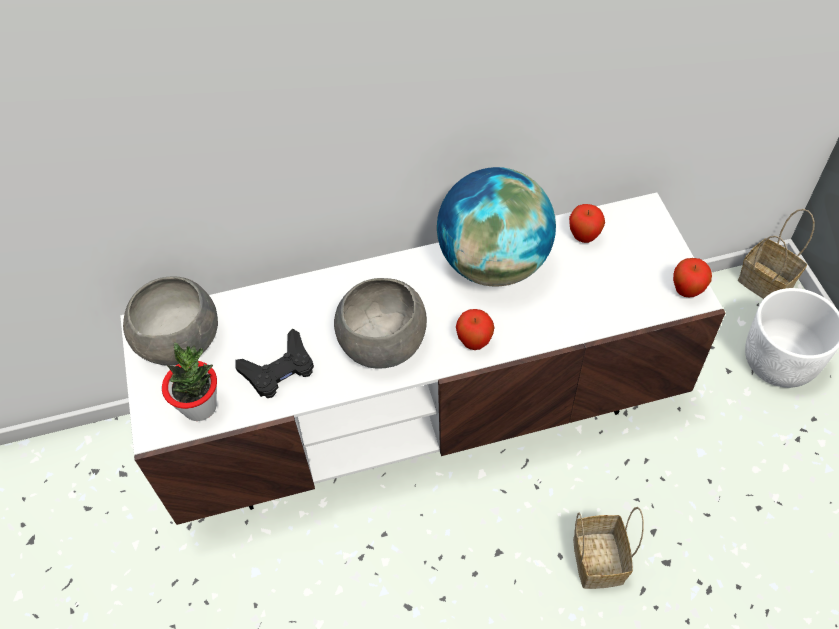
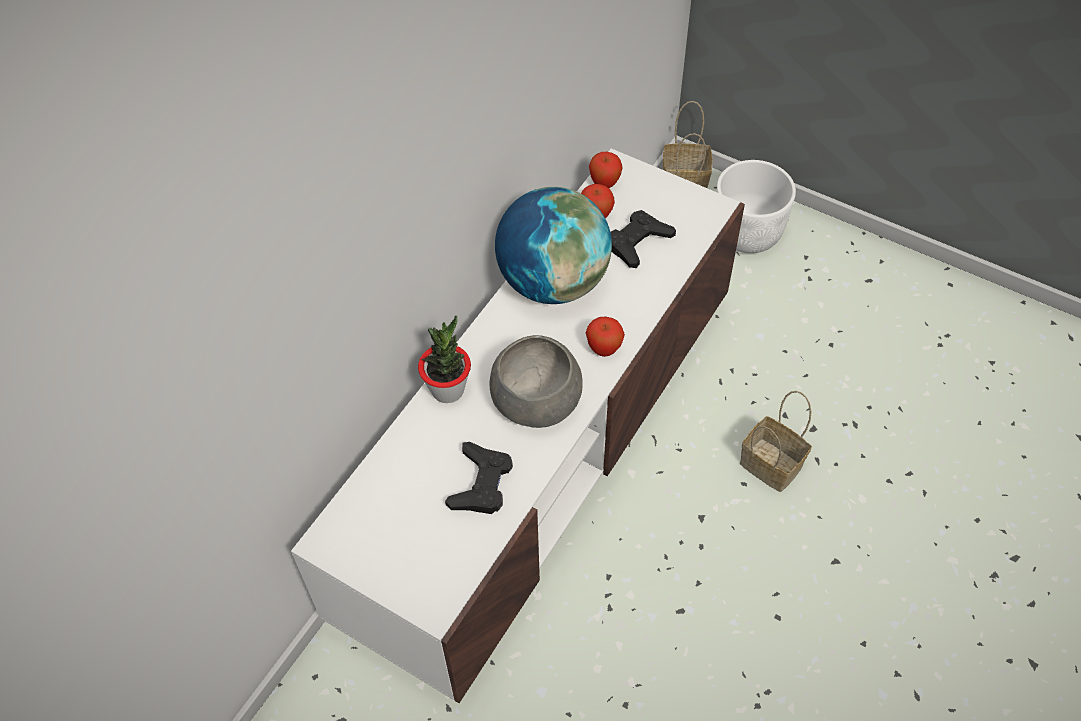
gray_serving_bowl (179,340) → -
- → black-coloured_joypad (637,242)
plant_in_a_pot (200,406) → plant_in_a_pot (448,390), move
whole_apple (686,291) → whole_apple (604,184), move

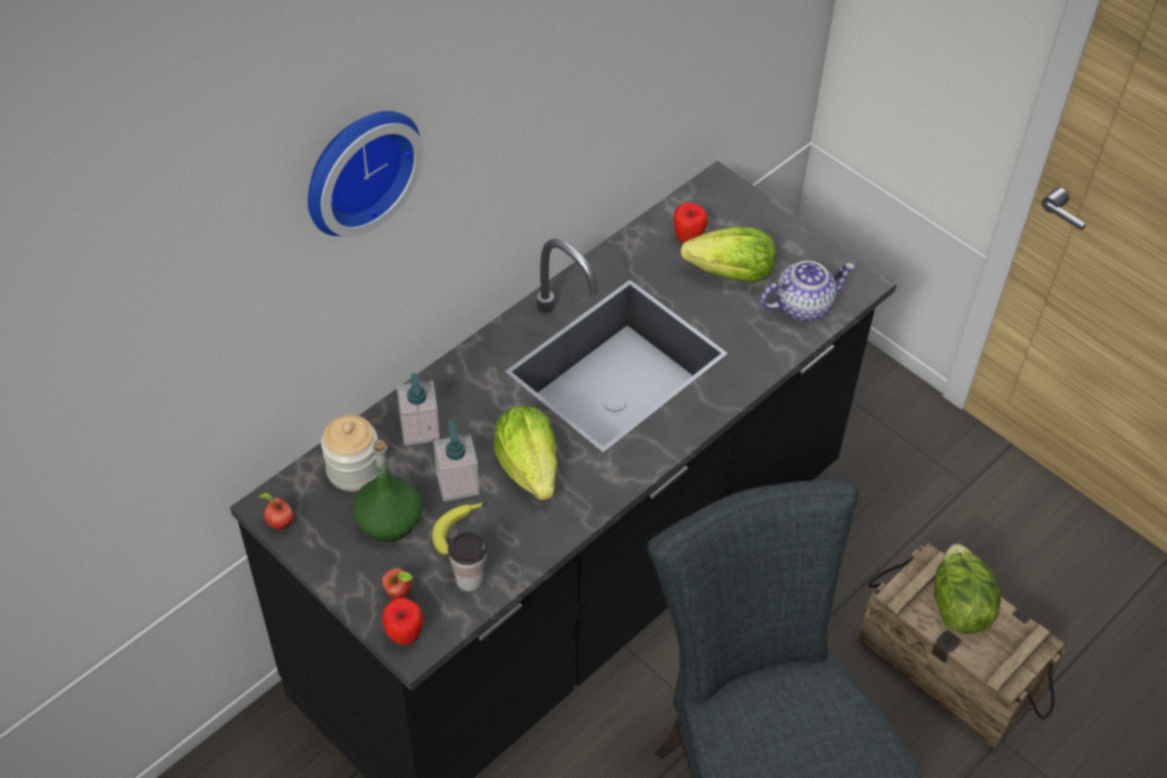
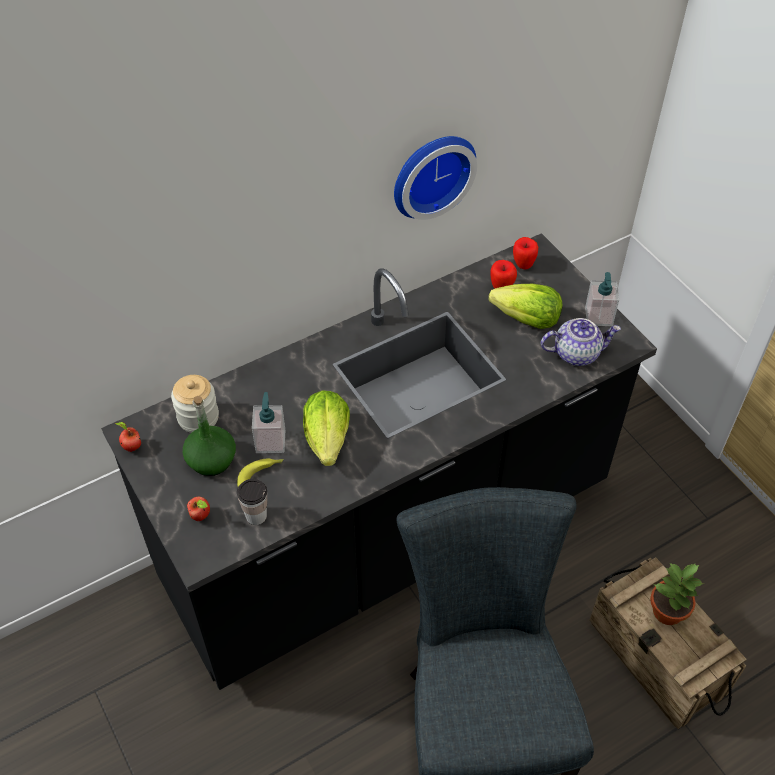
wall_clock (356,167) → wall_clock (430,173), move
whole_apple (404,636) → whole_apple (523,265), move
soap_bottle (420,429) → soap_bottle (598,316), move
lettuce_head (958,606) → plant_in_a_pot (666,611)

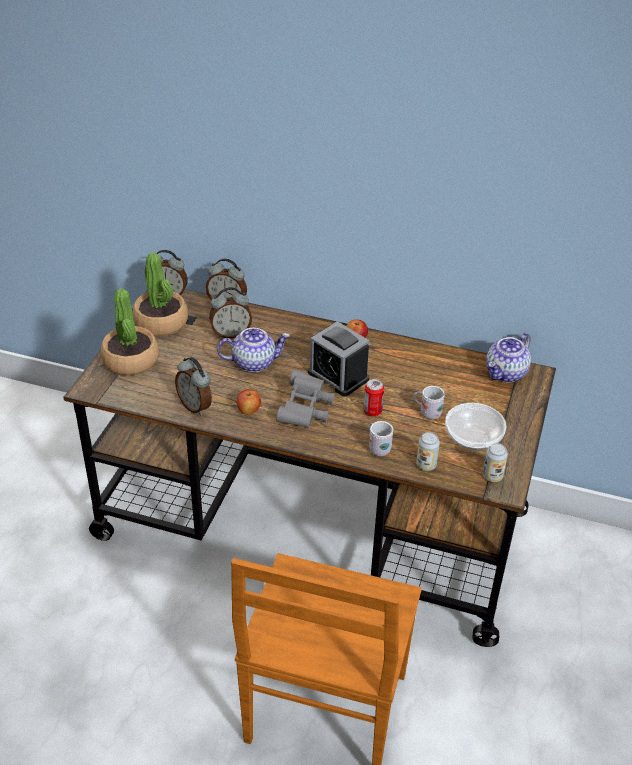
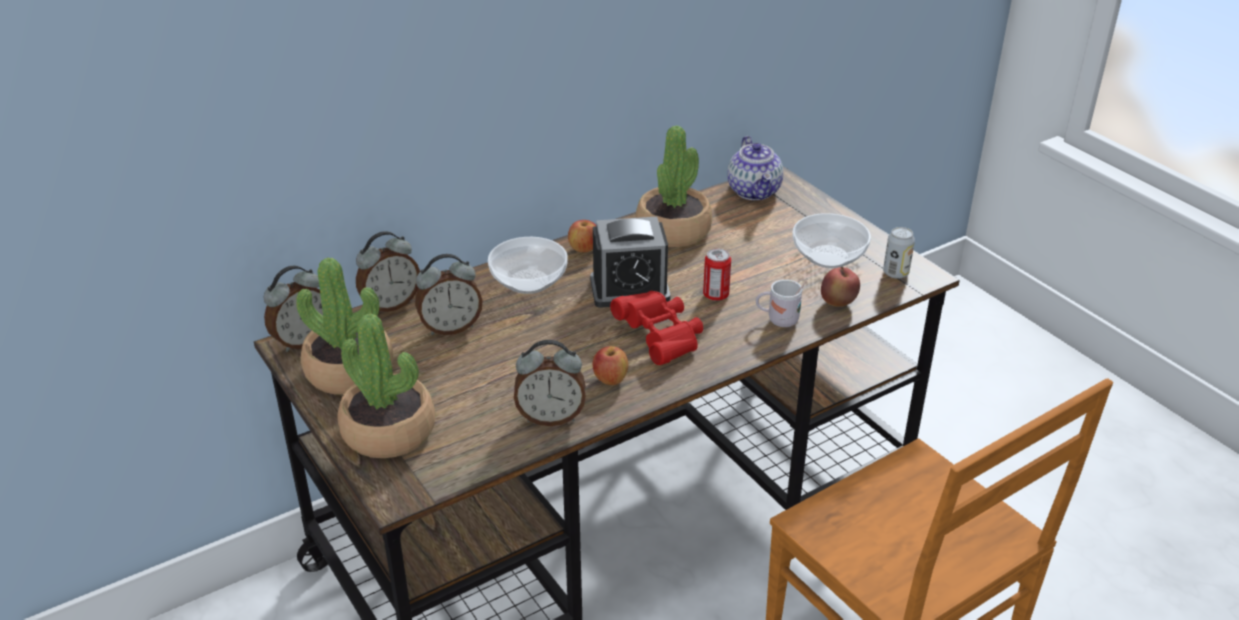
tea_pot (254,362) → -
white-coloured_mug (427,413) → -
- → serving_bowl (529,282)
- → plant_in_a_pot (673,231)
can (426,465) → whole_apple (838,303)
gray_pair_of_binoculars (305,410) → red-coloured_pair_of_binoculars (660,339)
table_clock (231,334) → table_clock (451,327), 45 degrees clockwise

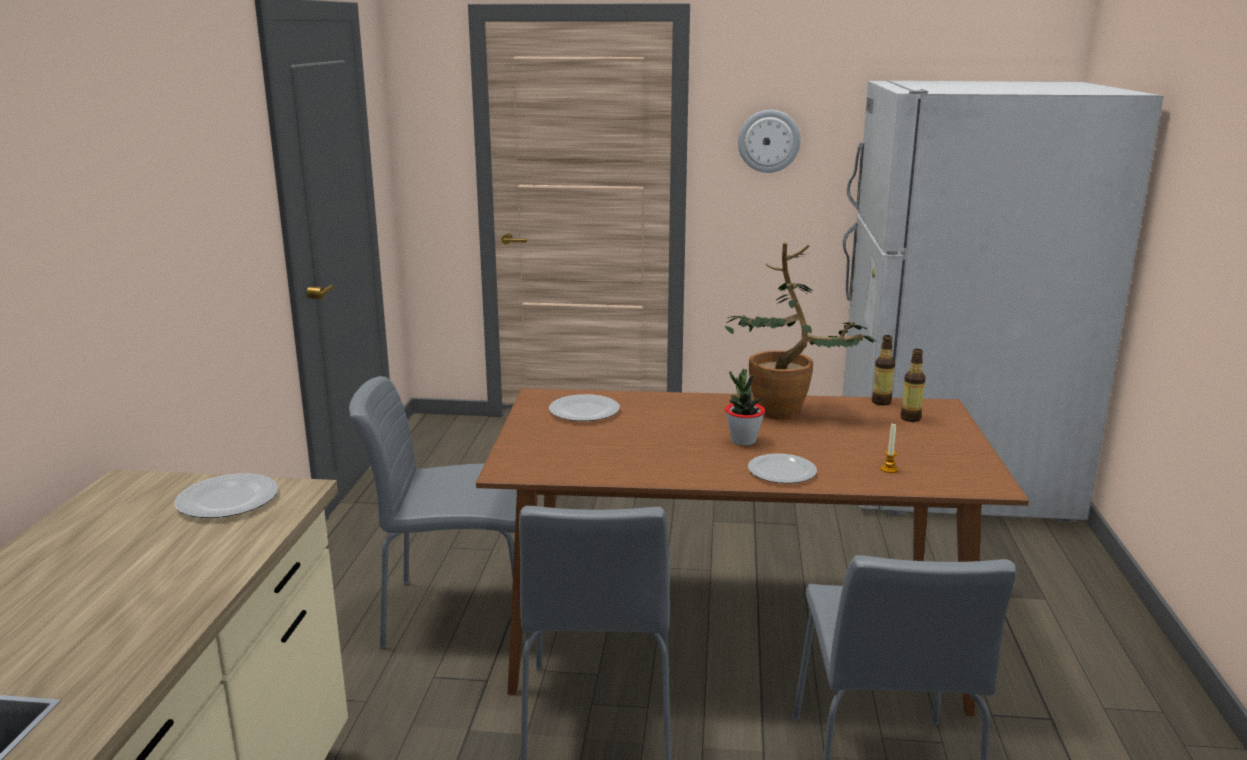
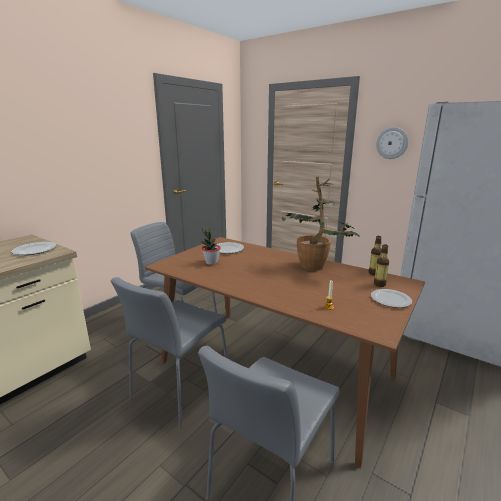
plant_in_a_pot (743,441) → plant_in_a_pot (211,262), move
dinner_plate (781,472) → dinner_plate (390,300), move

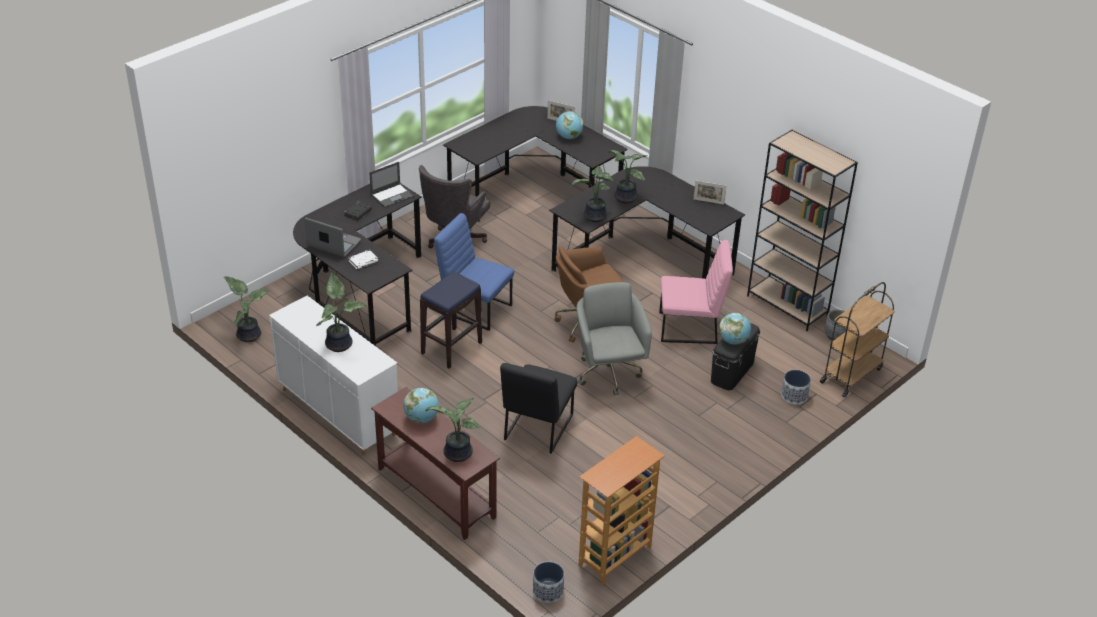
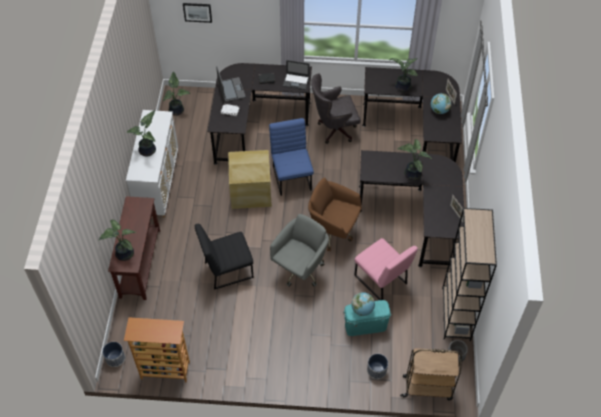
globe (421,418) → -
- → wall_picture (197,12)
plant_in_a_pot (594,217) → plant_in_a_pot (402,87), move
stool (451,348) → beige-coloured_storage_bin (250,191)
black-coloured_storage_bin (732,372) → turquoise-coloured_storage_bin (365,326)

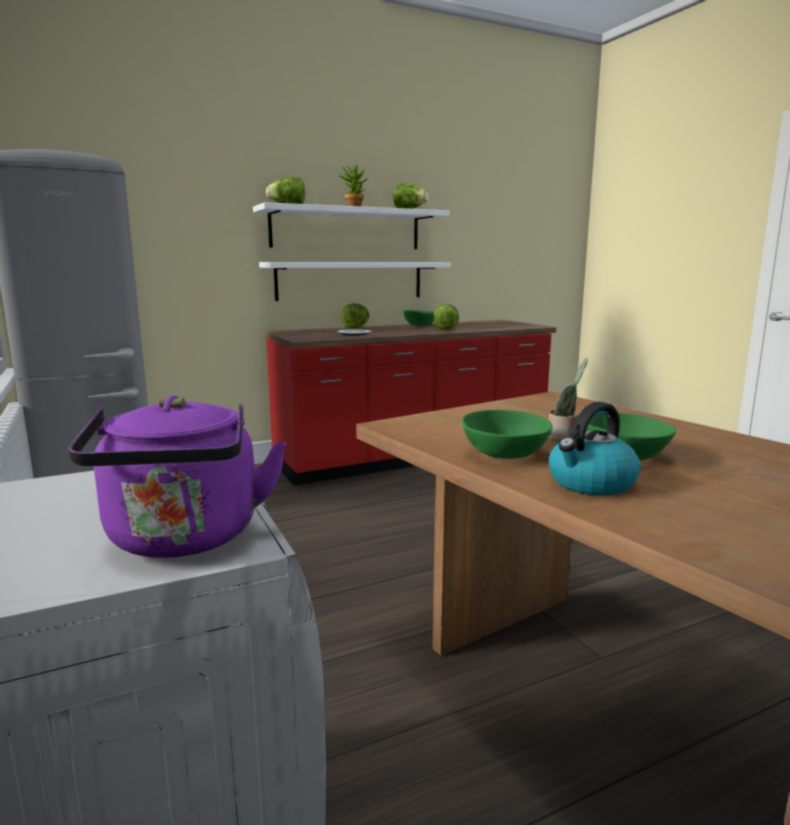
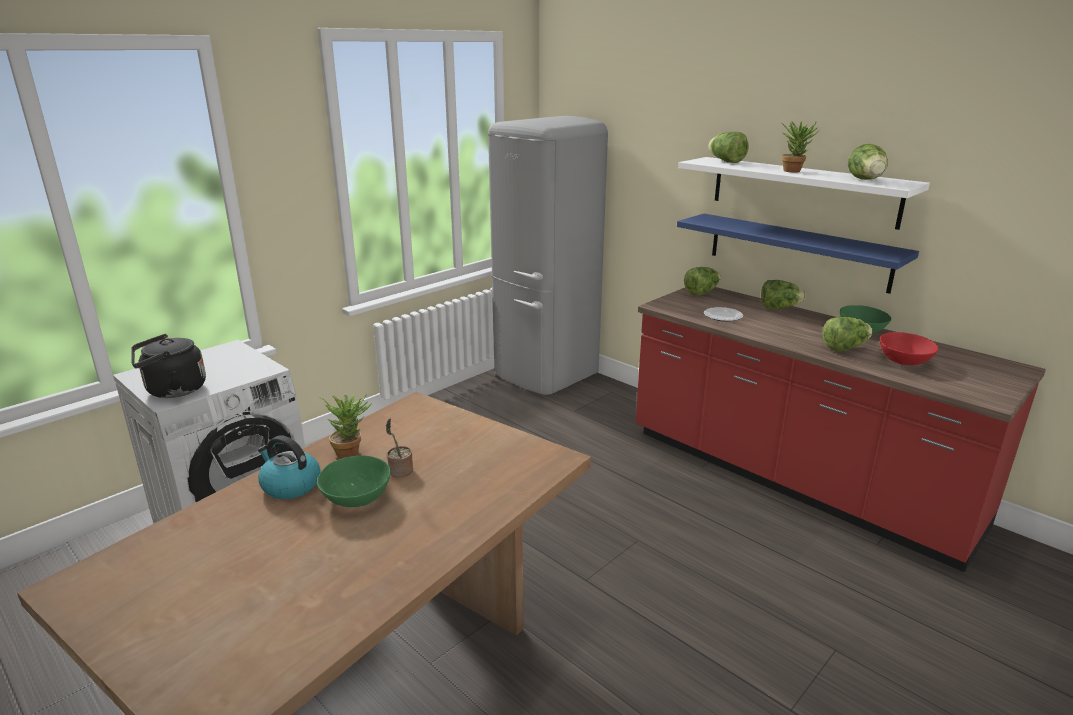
- → lettuce_head (701,293)
- → red-coloured_serving_bowl (904,361)
green-coloured_serving_bowl (506,454) → plant_in_a_pot (351,451)
purplish_water_kettle (184,540) → black-coloured_water_kettle (172,391)
white-coloured_bracket_shelf (350,280) → blue_bracket_shelf (797,251)

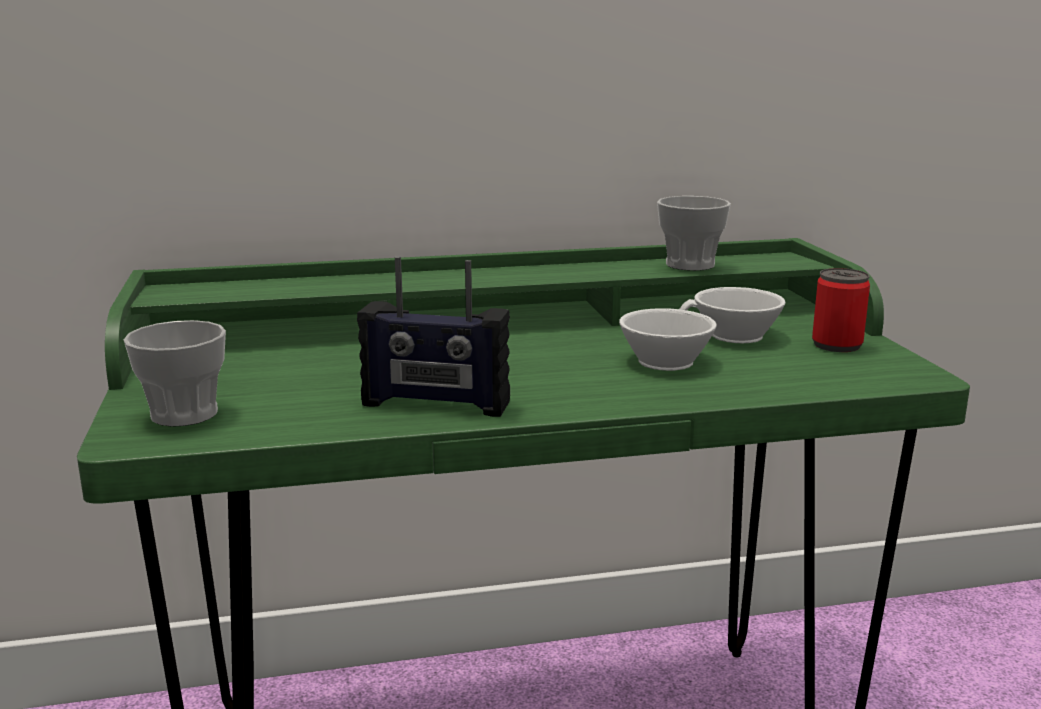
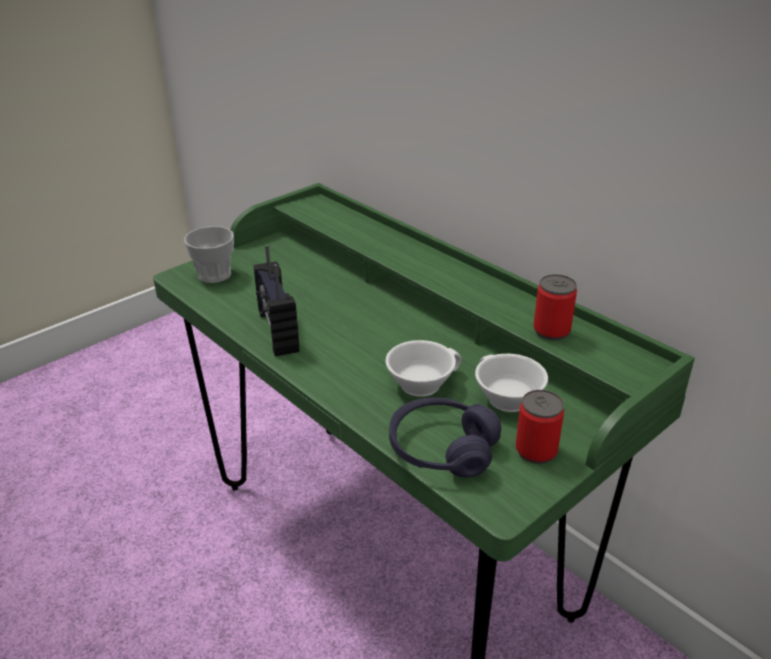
- → purplish_headset (442,449)
drinking_cup (690,264) → can (551,331)

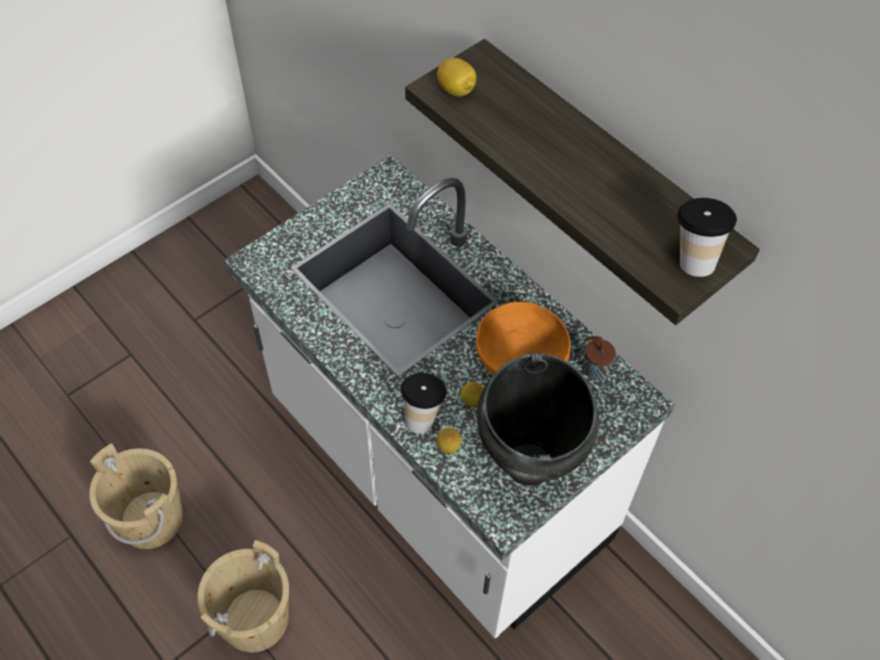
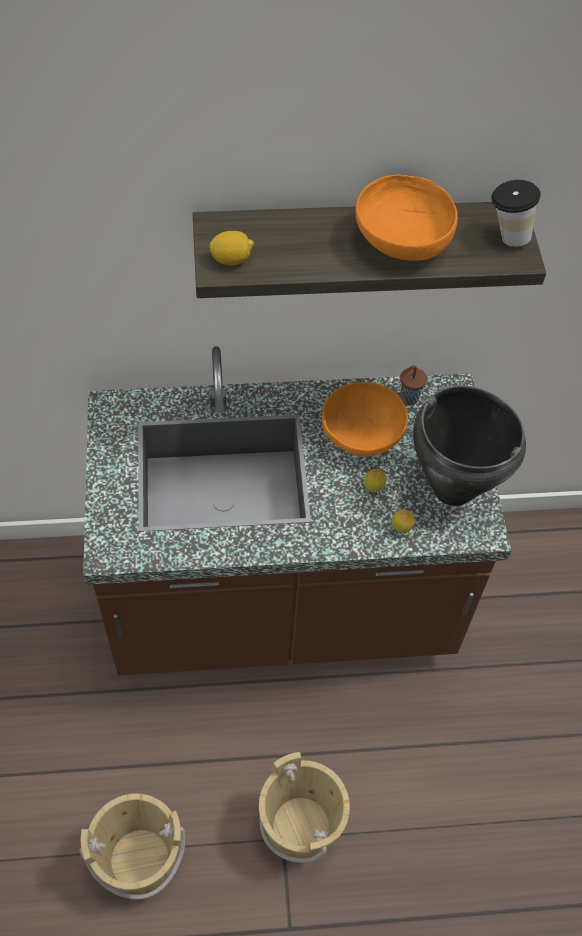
drinking_cup (422,416) → -
- → orange-coloured_serving_bowl (401,240)
white-coloured_kitchen_counter (436,474) → brown_kitchen_counter (282,608)

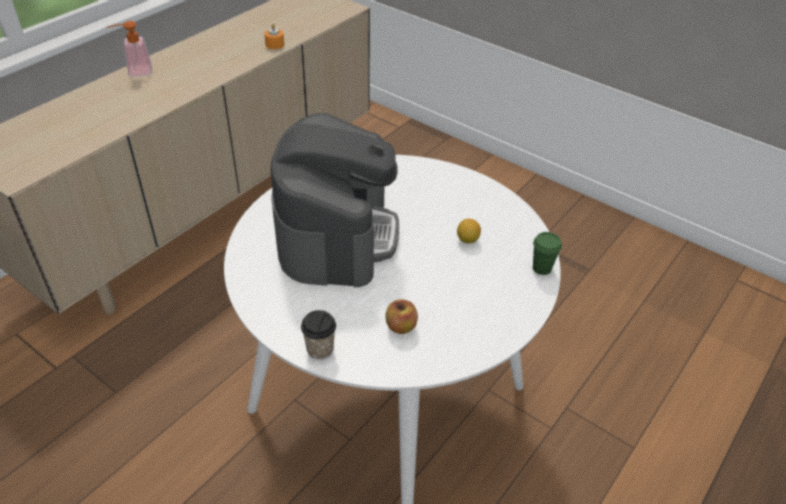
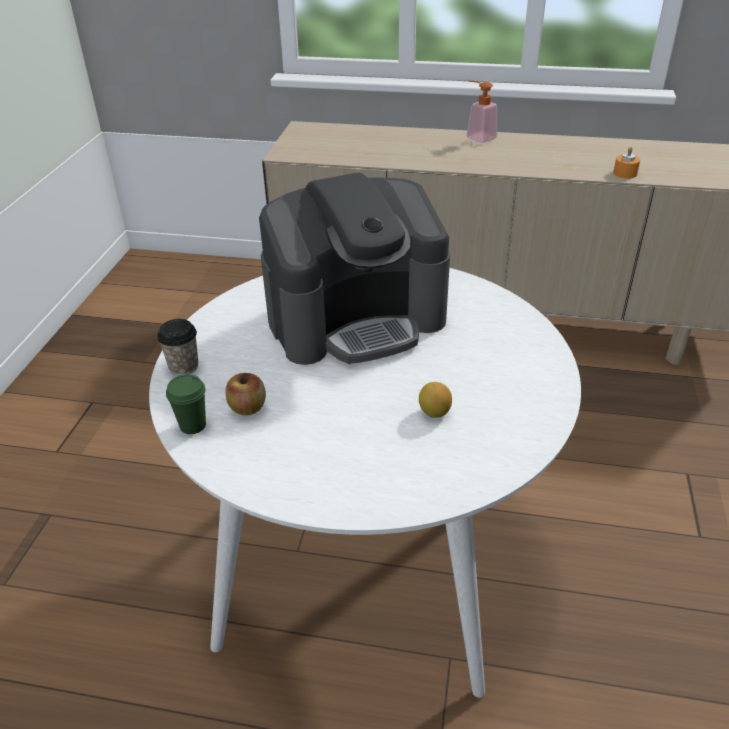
green-coloured_drinking_cup (542,268) → green-coloured_drinking_cup (193,425), move

